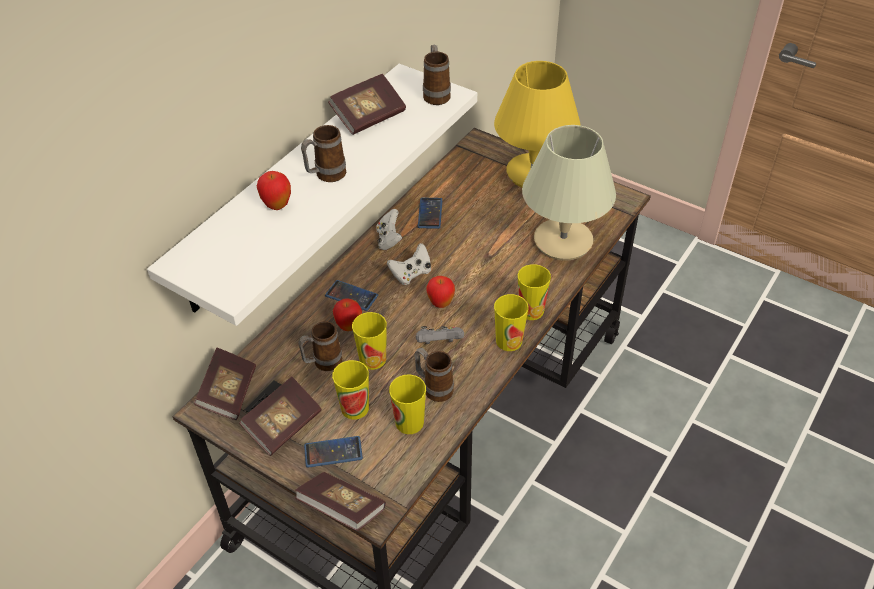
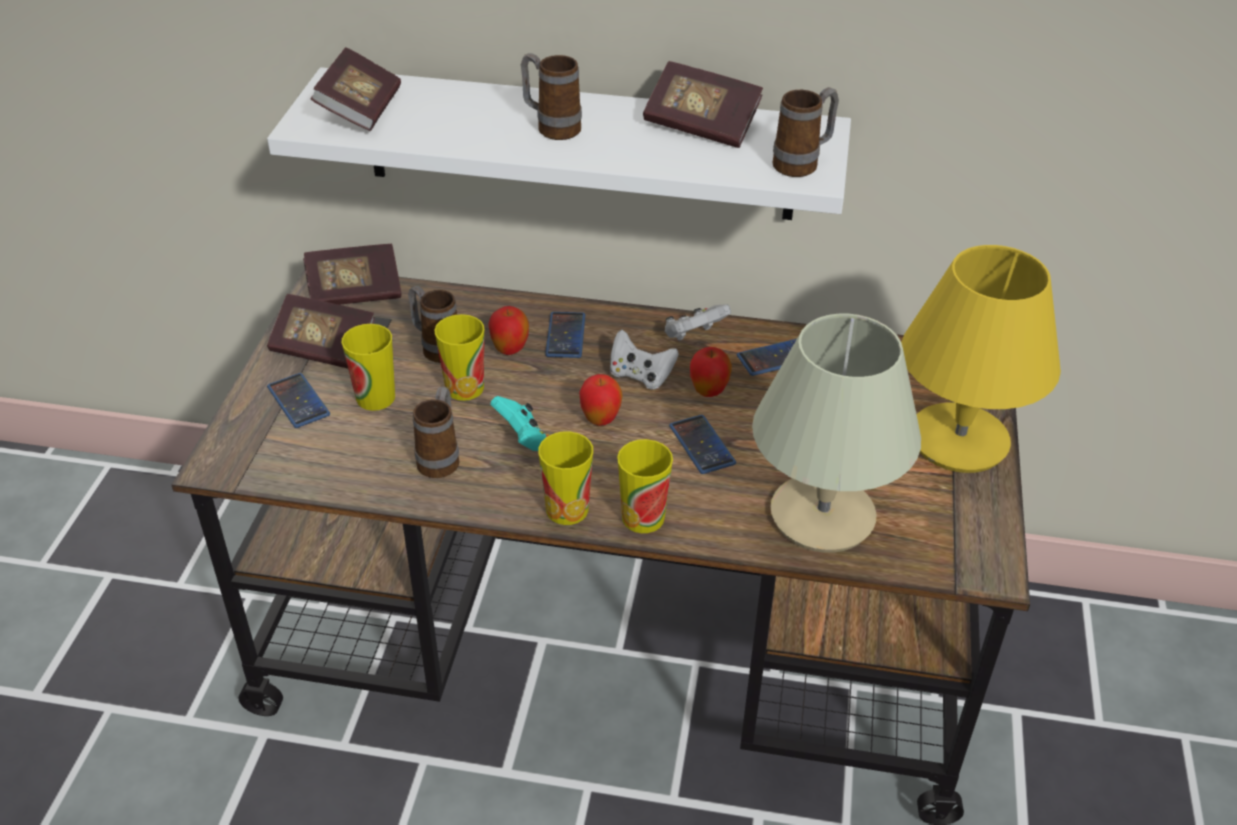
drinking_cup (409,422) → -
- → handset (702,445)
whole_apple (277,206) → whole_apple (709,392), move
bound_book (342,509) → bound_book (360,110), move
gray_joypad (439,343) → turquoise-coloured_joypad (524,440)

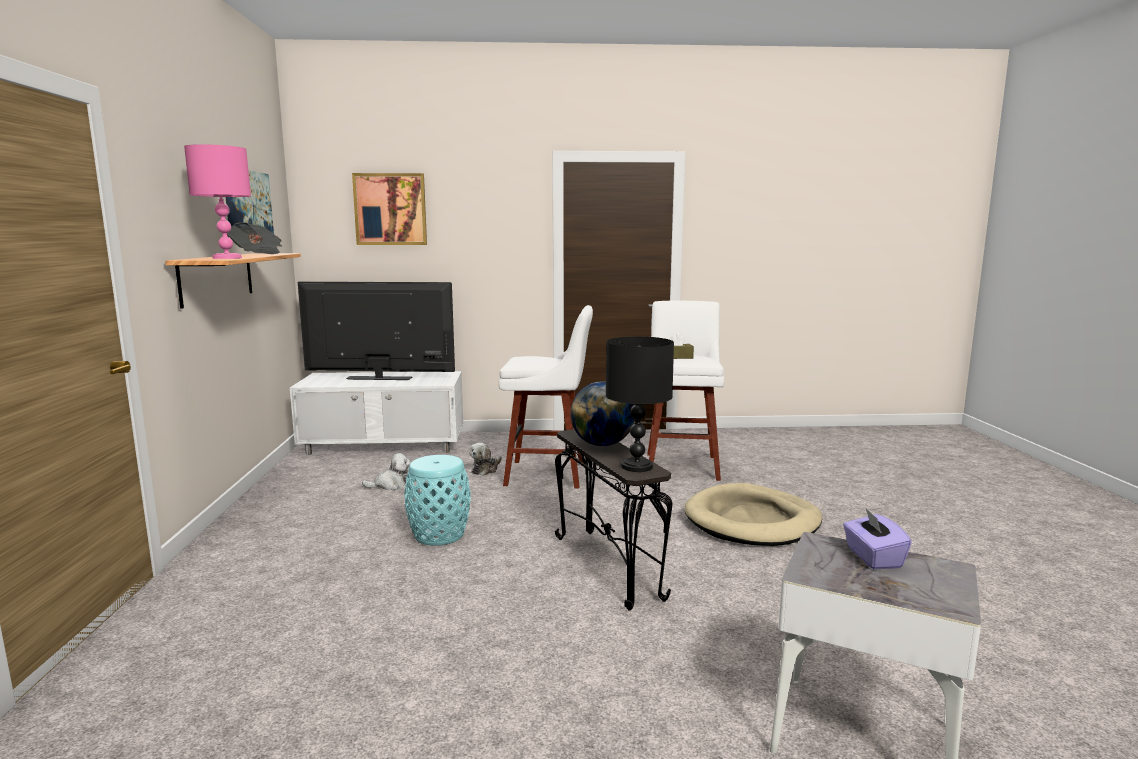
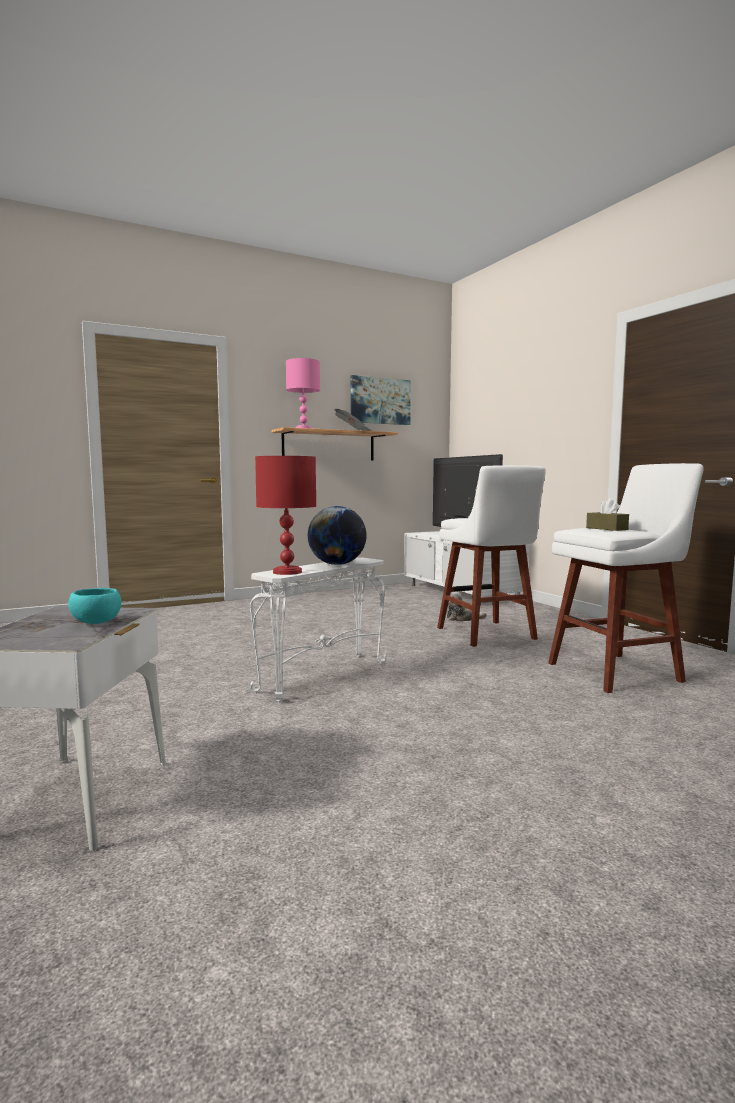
wall_picture (390,209) → -
cuddly_toy (391,485) → -
turquoise-coloured_stool (439,535) → -
beige-coloured_pet_bed (752,521) → -
purplish_tissue_holder (872,558) → turquoise-coloured_serving_bowl (95,623)
black-coloured_accent_table (607,567) → white-coloured_accent_table (323,677)
black-coloured_tabletop_lamp (637,466) → red-coloured_tabletop_lamp (288,572)

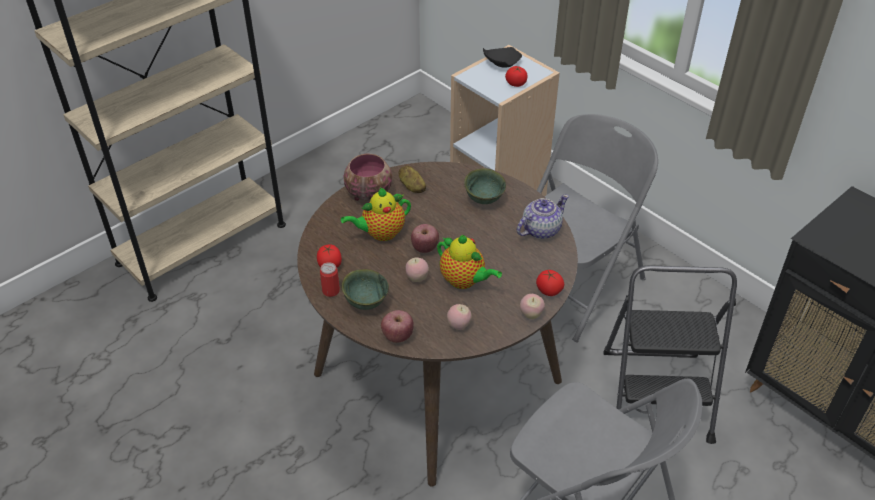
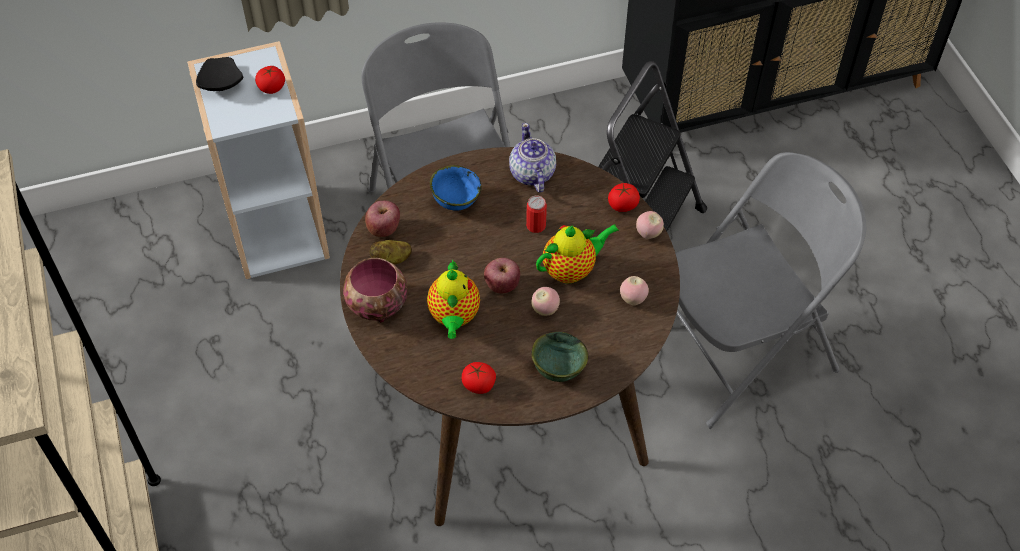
can (331,291) → can (536,225), move
whole_apple (397,336) → whole_apple (383,229), move
green-coloured_serving_bowl (484,199) → blue_serving_bowl (455,201)

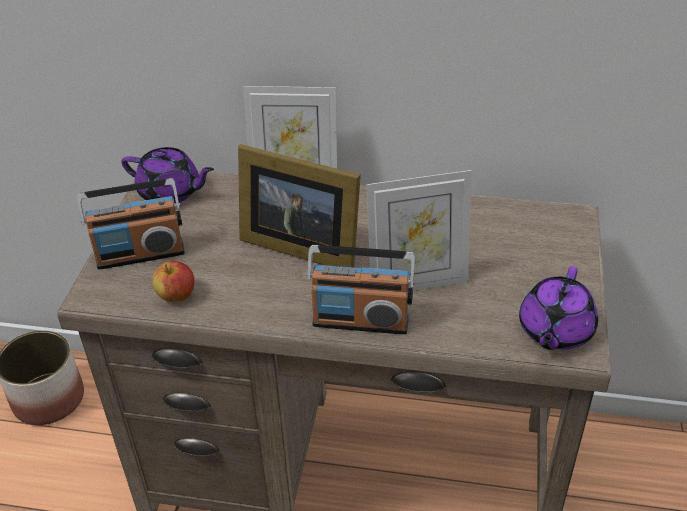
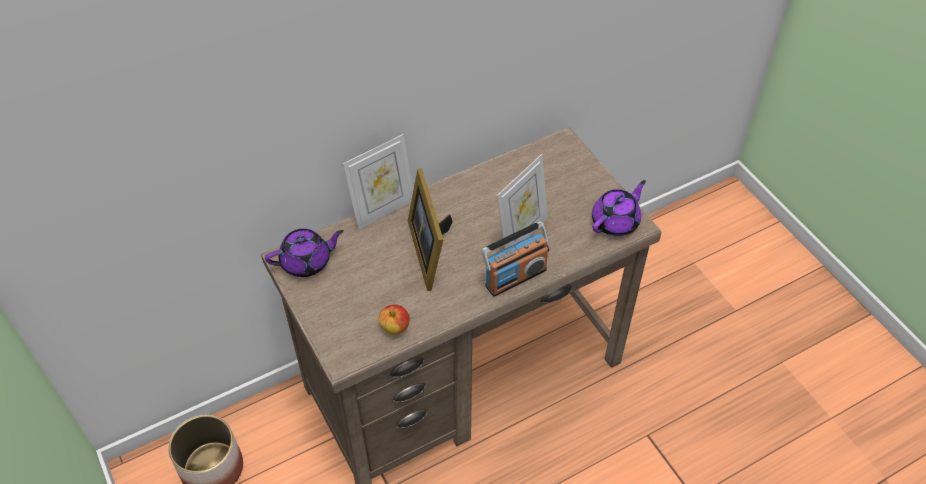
radio (140,254) → -
picture_frame (299,244) → picture_frame (430,250), 90 degrees clockwise
purplish_tea_pot (554,330) → purplish_tea_pot (616,221), 120 degrees counterclockwise

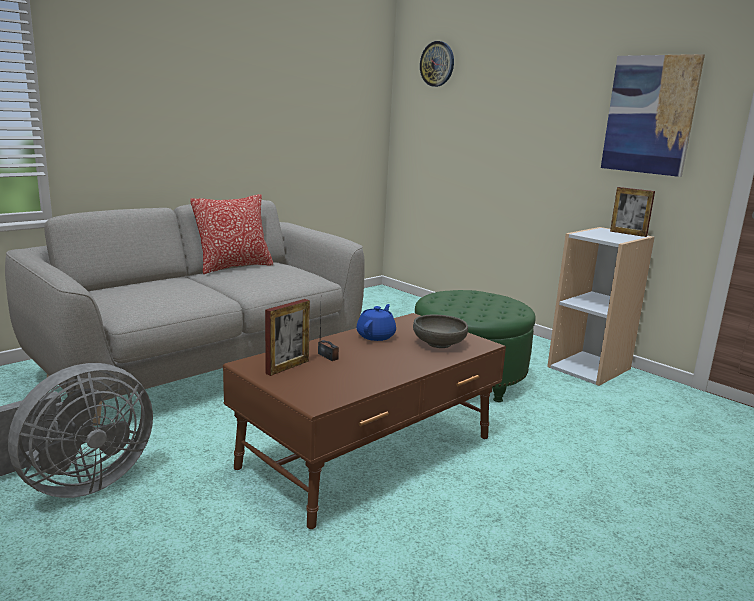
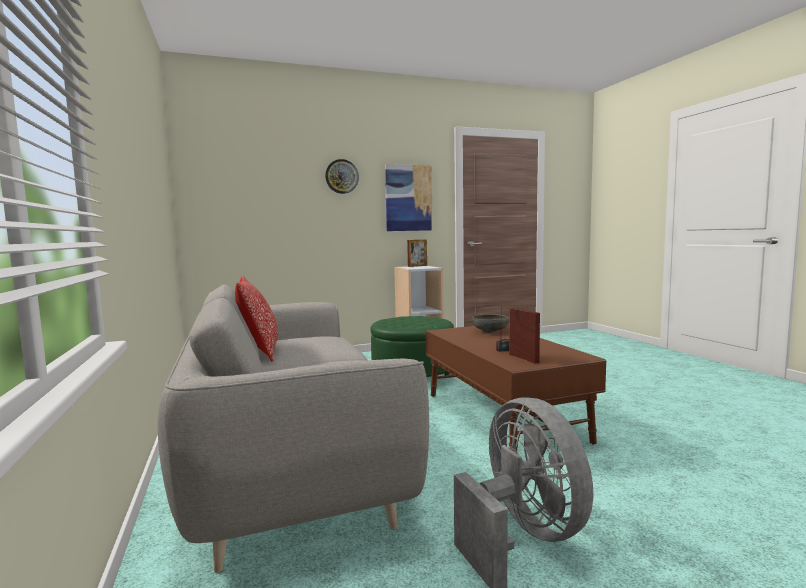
blue_tea_pot (376,336) → -
wall_clock (437,64) → wall_clock (341,176), move

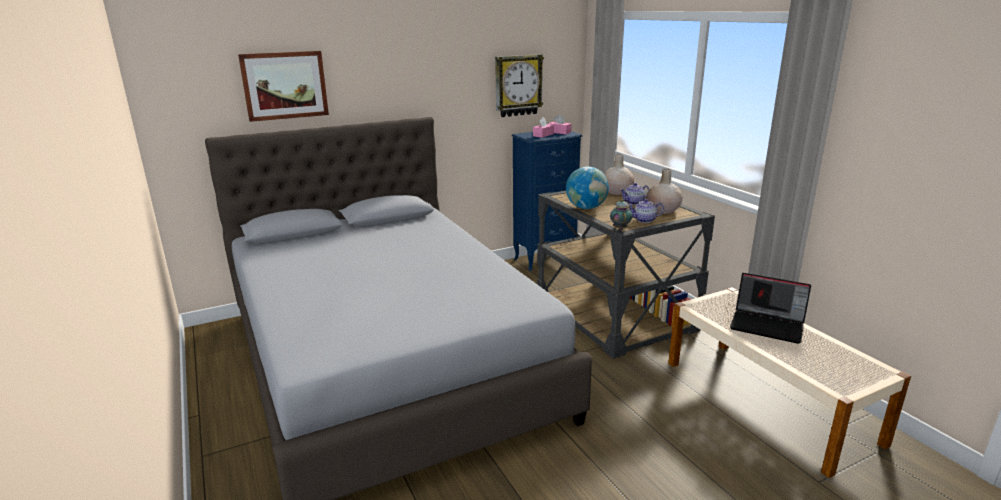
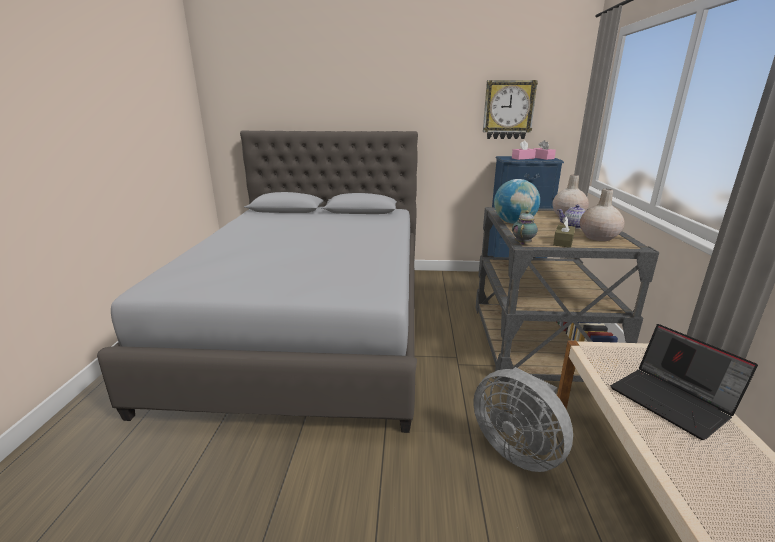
wall_picture (285,85) → -
- → gray_electric_fan (517,449)
tea_pot (645,220) → brown_tissue_holder (563,242)

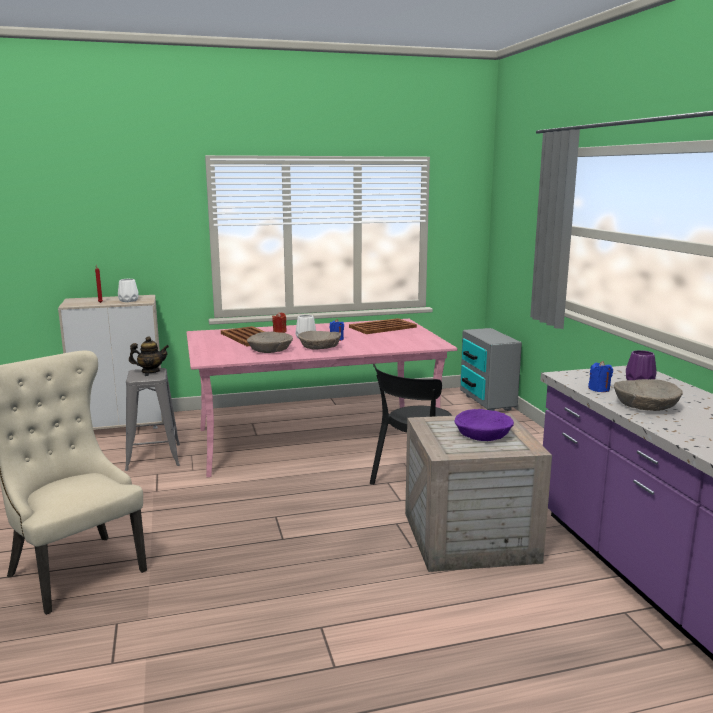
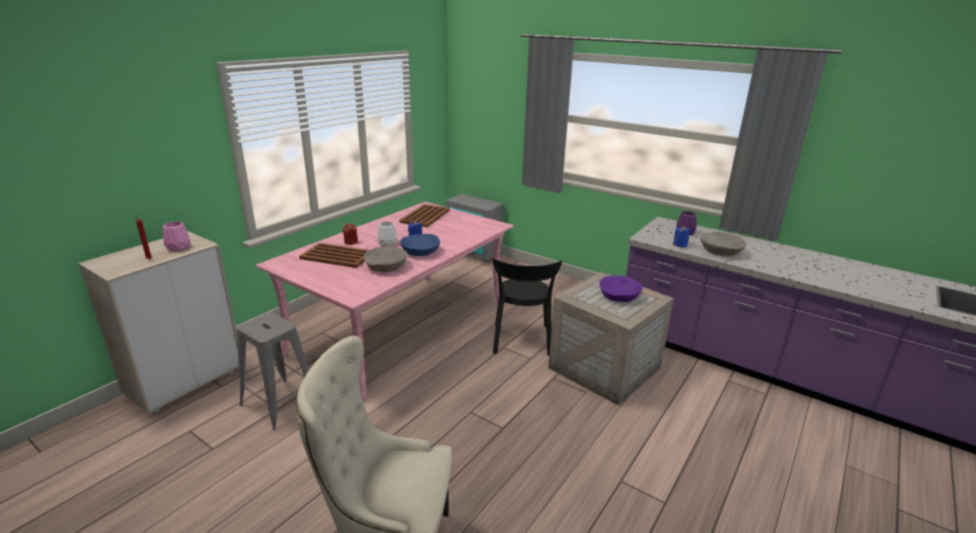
tea_pot (150,371) → -
white-coloured_decorative_vase (129,300) → pink_decorative_vase (179,247)
beige-coloured_serving_bowl (319,347) → blue_serving_bowl (420,252)

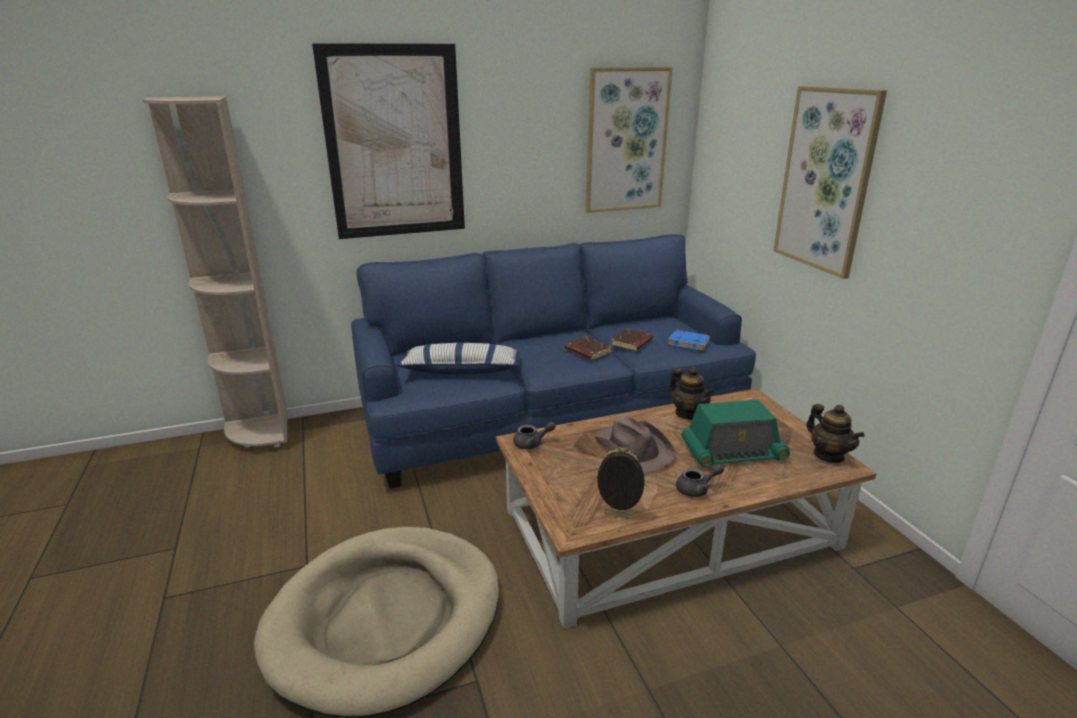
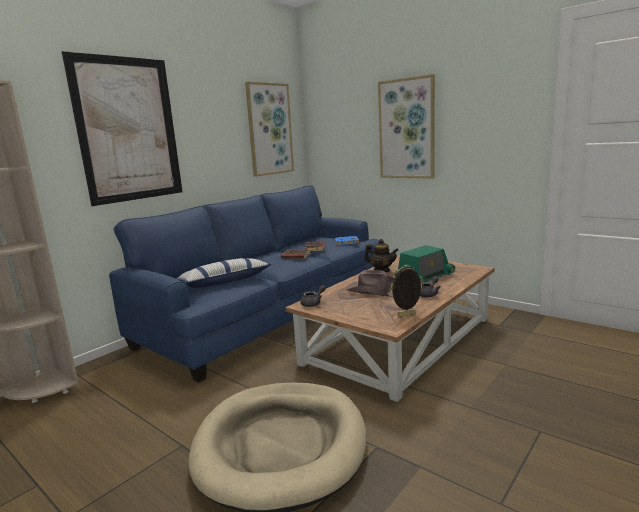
tea_pot (828,455) → -

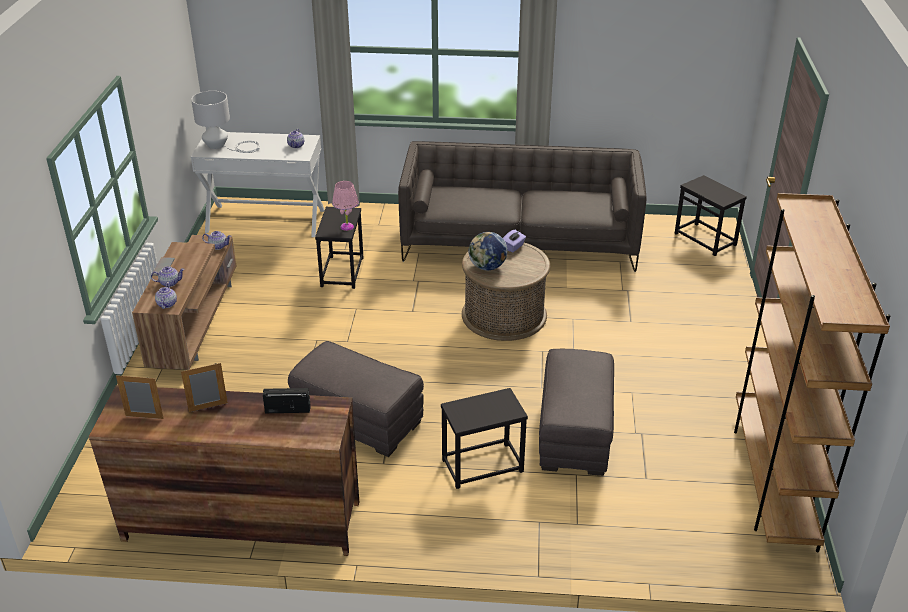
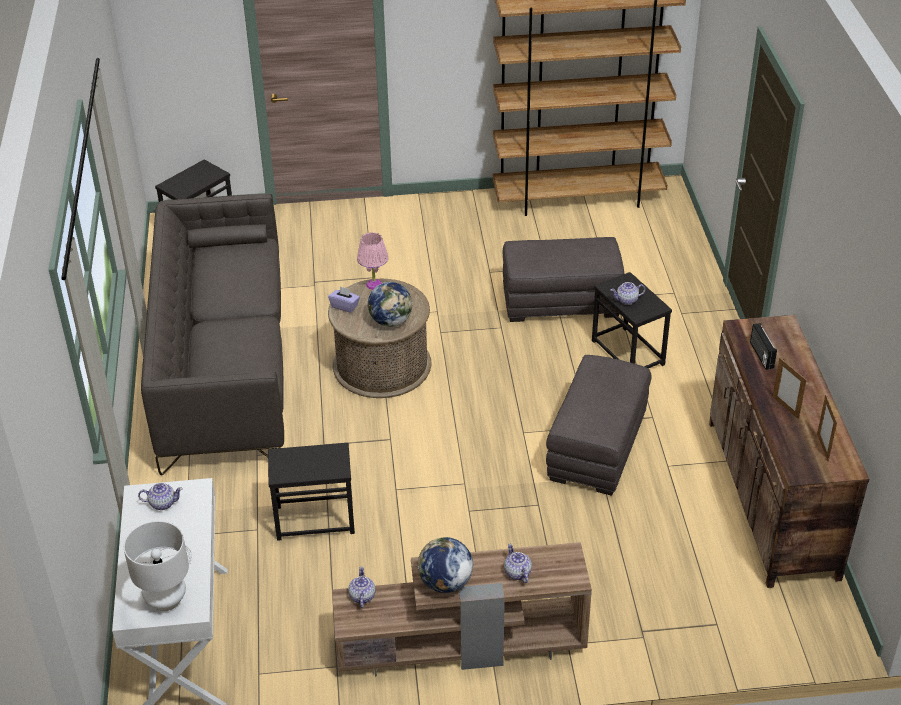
- → globe (445,583)
tea_pot (166,304) → tea_pot (627,300), move
pink_tabletop_lamp (346,227) → pink_tabletop_lamp (374,285), move

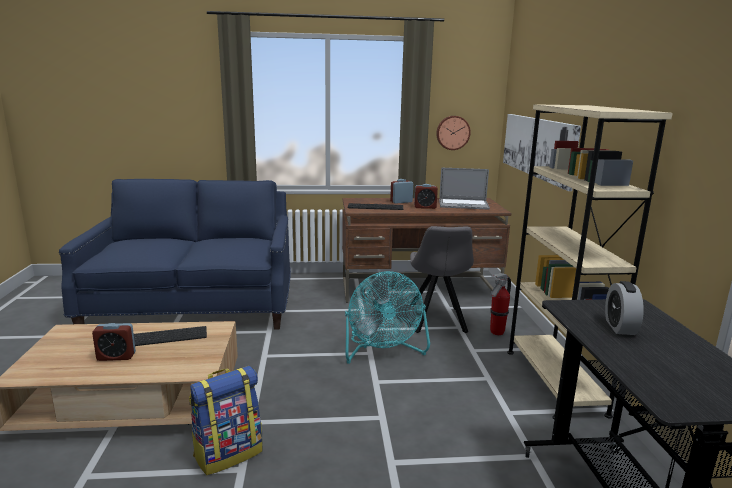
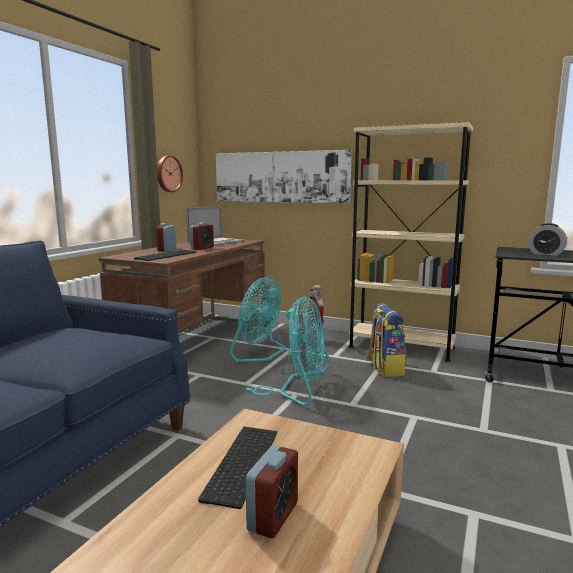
knapsack (228,453) → knapsack (385,368), move
gray_plain_chair (437,320) → turquoise-coloured_electric_fan (268,353)

